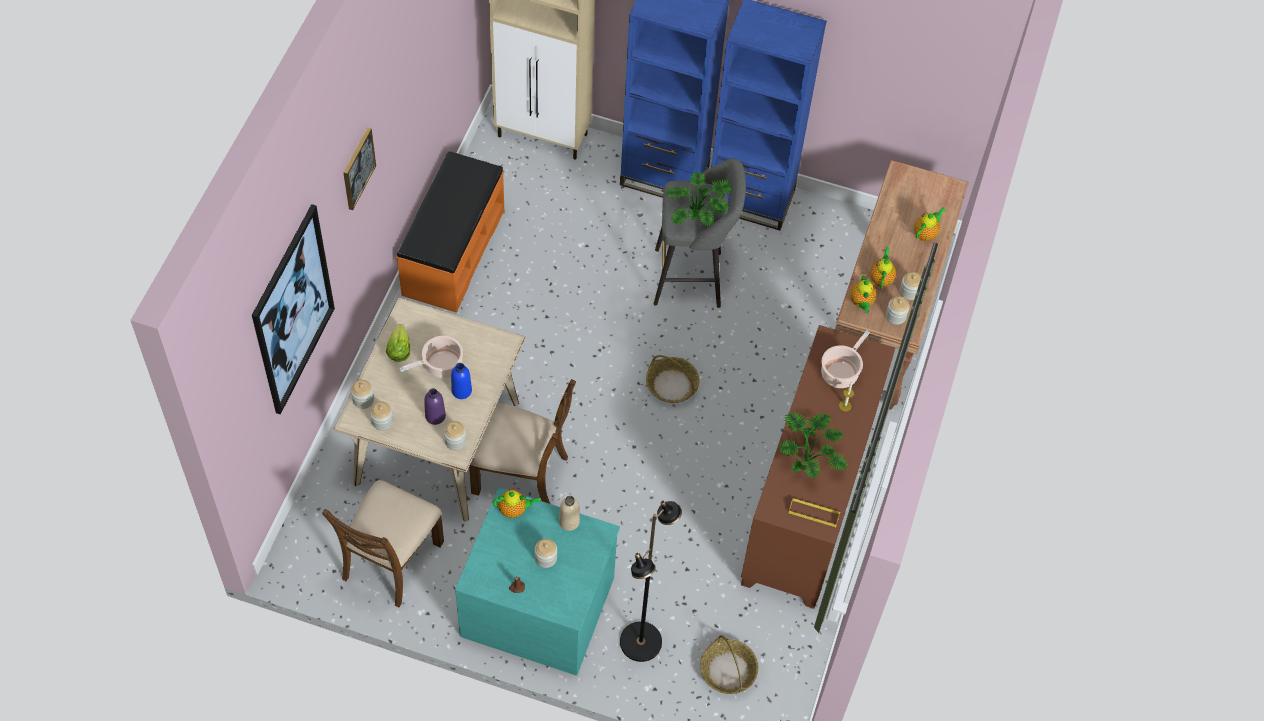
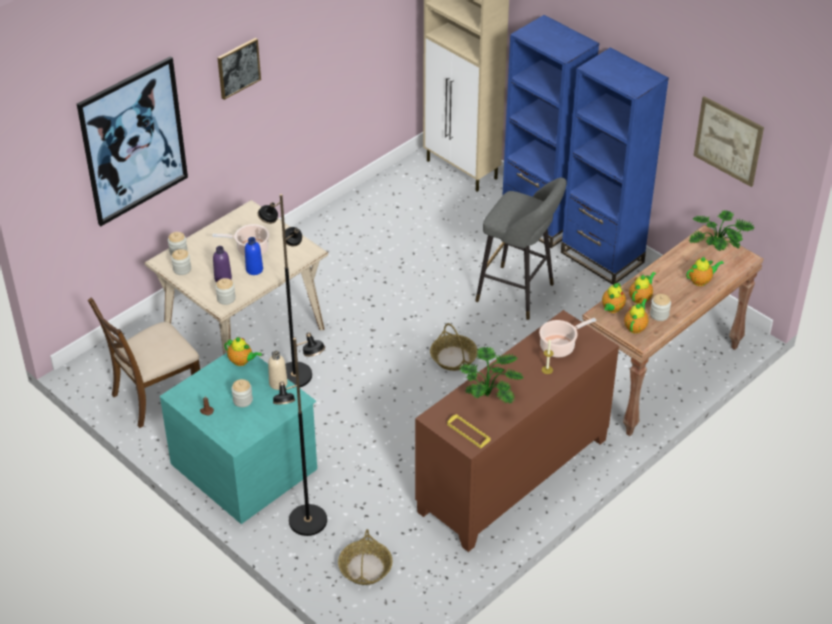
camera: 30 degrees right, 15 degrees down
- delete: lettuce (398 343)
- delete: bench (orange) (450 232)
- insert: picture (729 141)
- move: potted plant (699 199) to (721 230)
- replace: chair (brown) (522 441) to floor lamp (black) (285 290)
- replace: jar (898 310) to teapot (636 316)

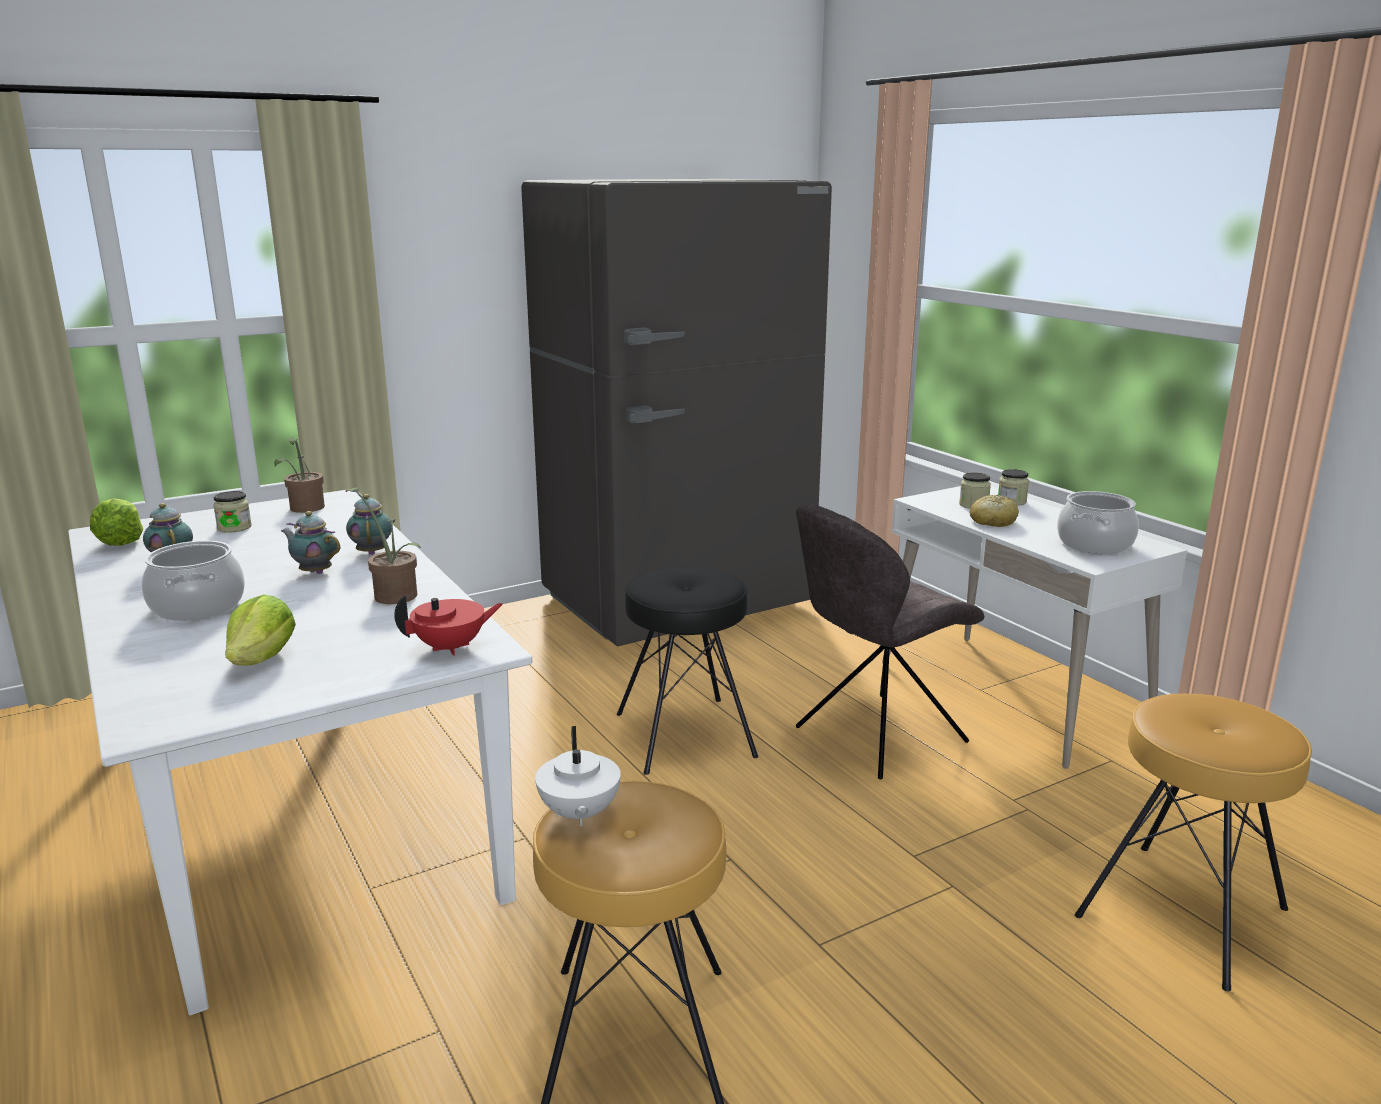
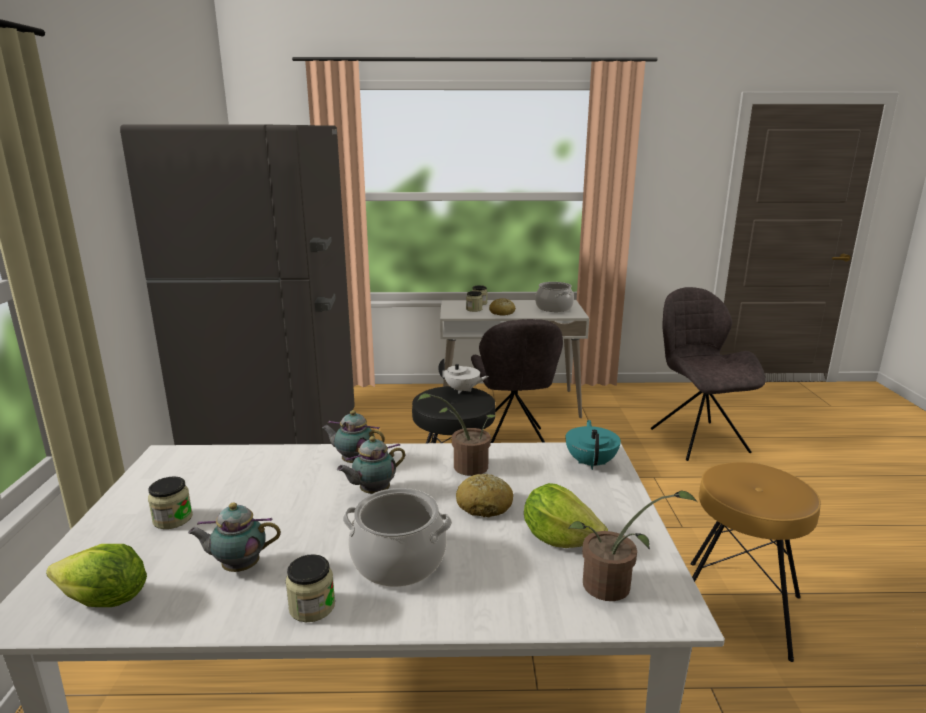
camera: 60 degrees left, 0 degrees up
- insert: jar (310 588)
- insert: bread (484 495)
- move: potted plant (300 475) to (632 546)
- move: teapot (white) (578 776) to (463 376)
- replace: stool (brown) (1193 842) to chair (grey) (708 374)
- recolor: teapot (red) (448 625) to teapot (turquoise) (593 445)

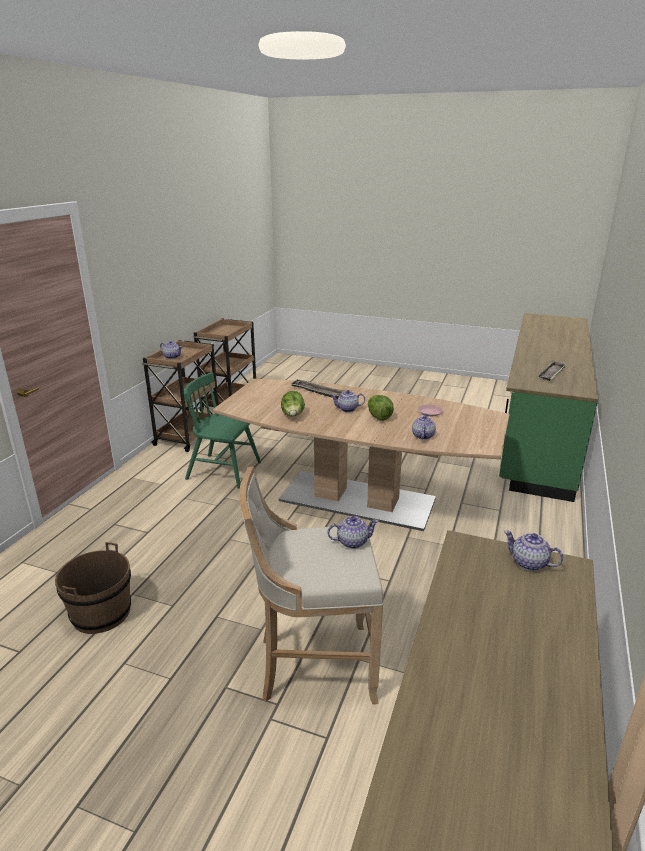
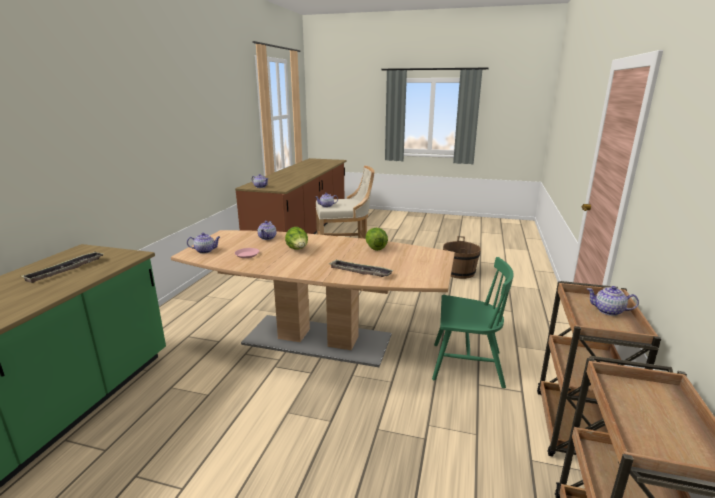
camera: 175 degrees right, 5 degrees down
- move: teapot (348 401) to (203 243)

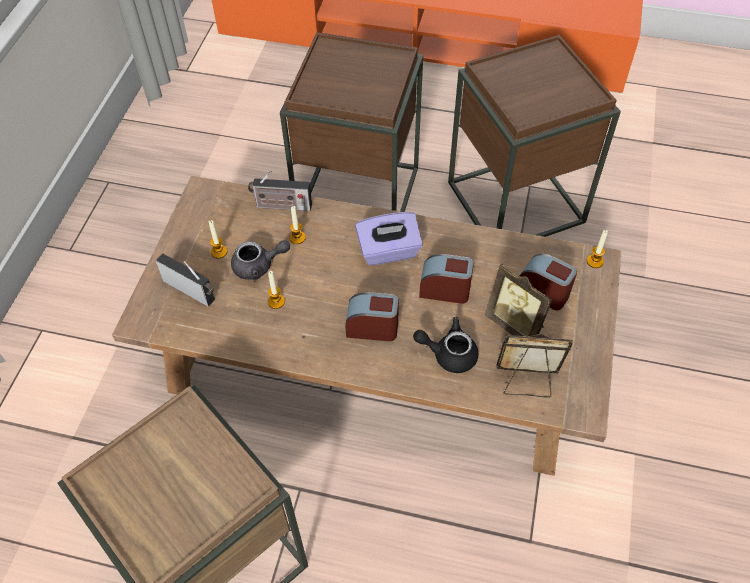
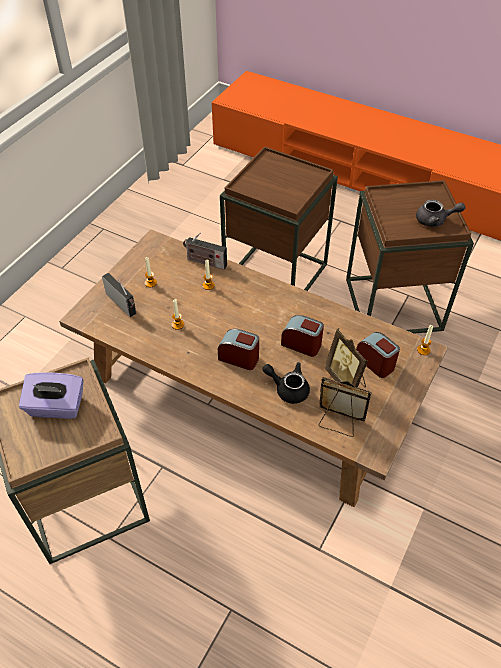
camera: 15 degrees right, 5 degrees down
- move: teapot (grey) (260 260) to (441 213)
- move: tissue box (purple) (389 238) to (51 395)

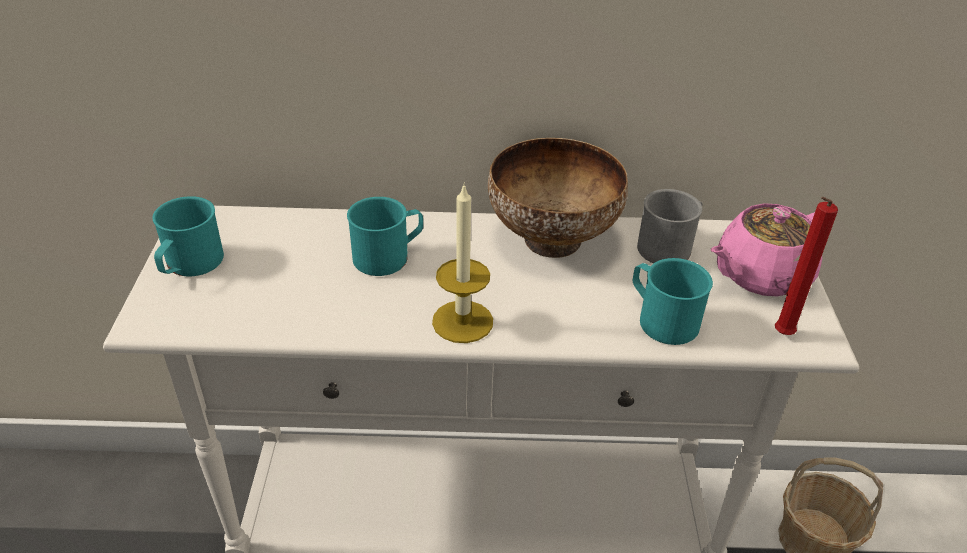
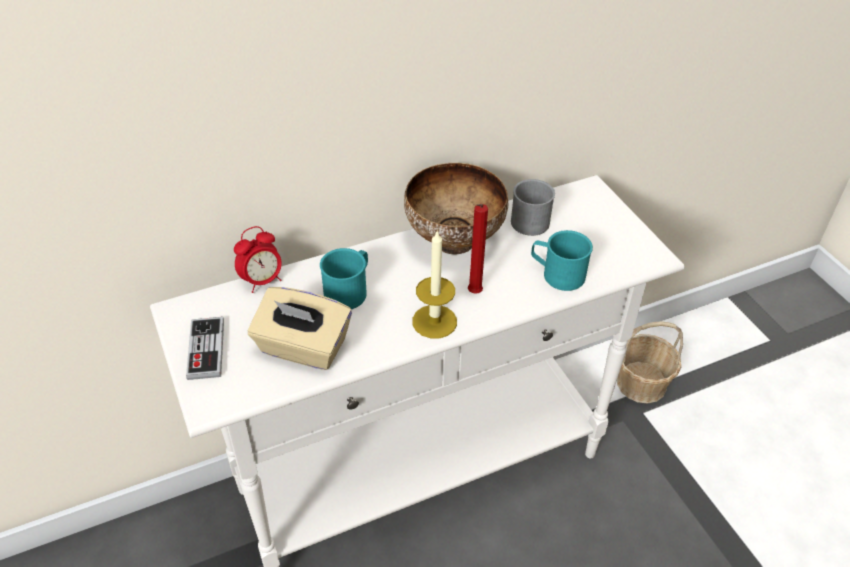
camera: 25 degrees left, 5 degrees up
- delete: teapot (pink) (766 249)
- insert: alarm clock (258 259)
- insert: tissue box (beige) (300 328)
- move: candle (red) (806 266) to (478 249)
- replace: mug (turquoise) (188 236) to game controller (205 348)

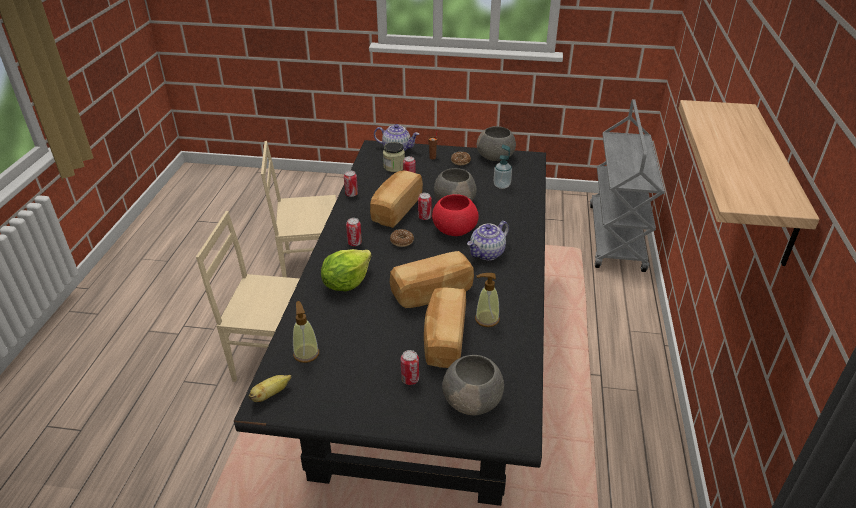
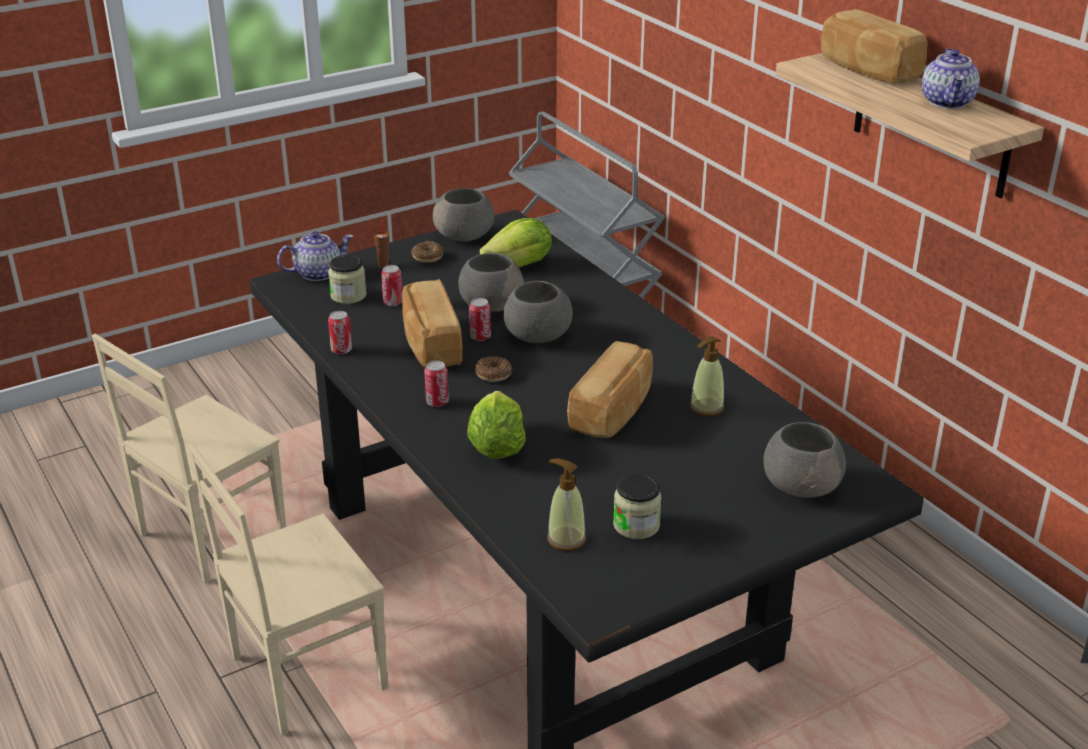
camera: 40 degrees left, 5 degrees down
- delete: banana (270 388)
- delete: can (410 367)
- insert: jar (637 506)
- move: bread (445 328) to (874 46)
- move: teapot (488 240) to (951 78)
- replace: soap dispenser (503 166) to lettuce (516 242)
- recolor: bowl (red) (455 215) to bowl (grey) (538 312)

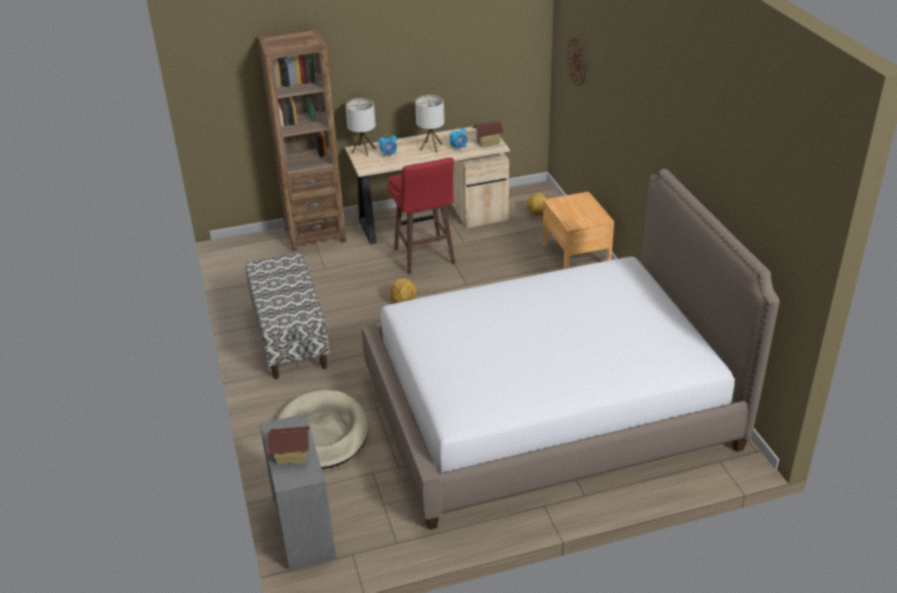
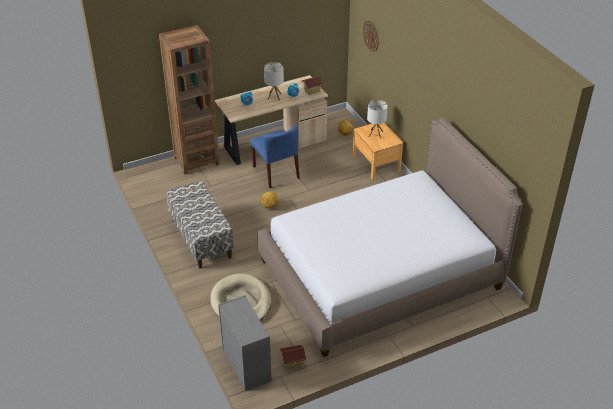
camera: 10 degrees left, 5 degrees up
- move: toy house (289 445) to (293 357)
- move: table lamp (360 127) to (377 119)
- replace: stool (red) (421 216) to chair (blue) (275 156)

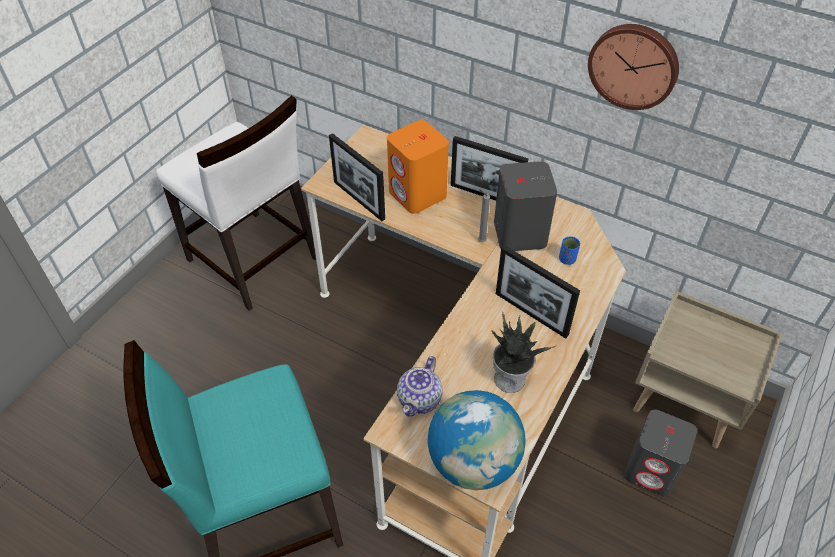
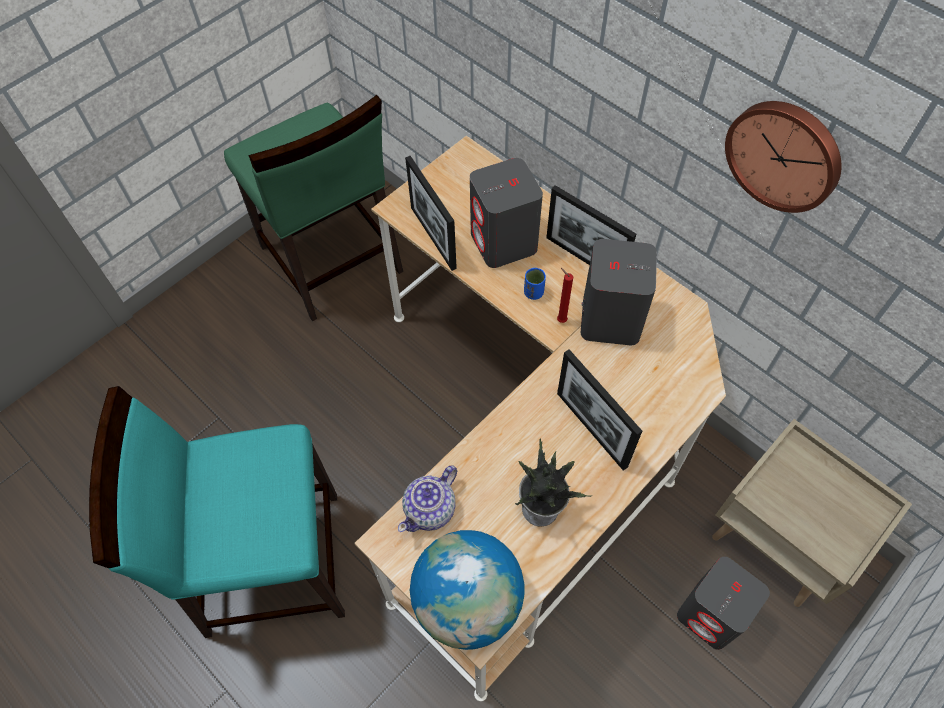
camera: 15 degrees right, 10 degrees up
- move: cup (blue) (569 250) to (535 284)
- recolor: chair (white) (236 203) to chair (green) (313 208)
- recolor: speaker (orange) (418 167) to speaker (grey) (506 213)
- recolor: candle (grey) (484 216) to candle (red) (565 295)

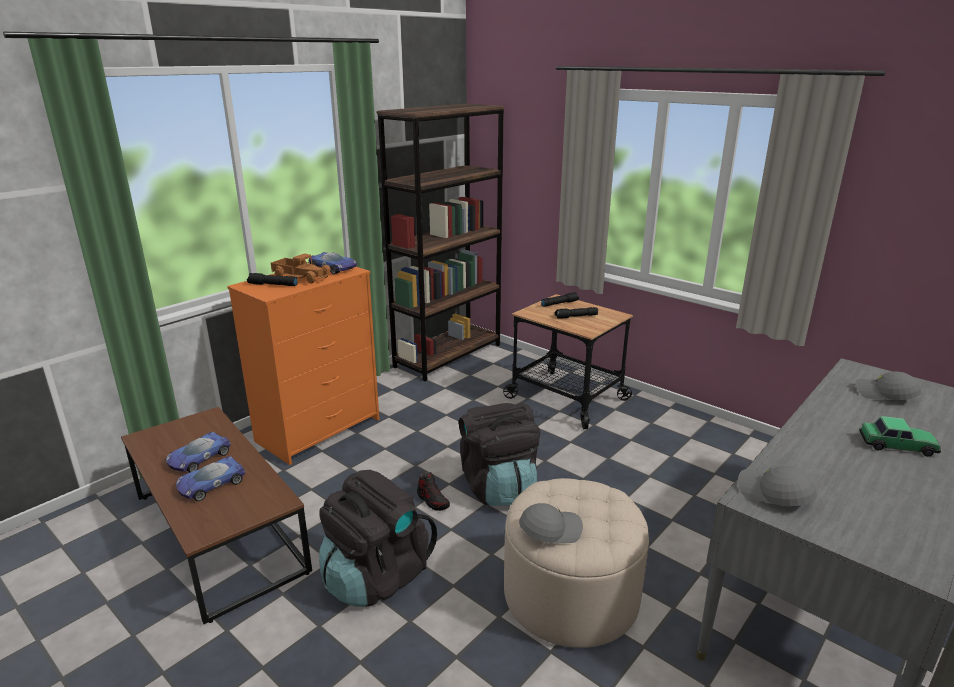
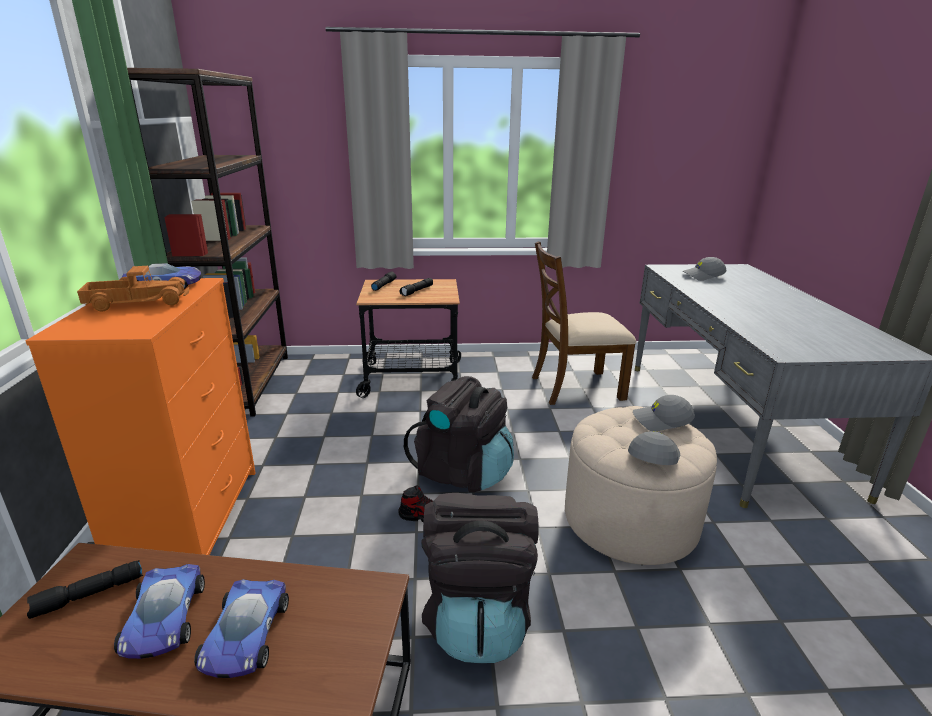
camera: 45 degrees left, 0 degrees up
- delete: toy car (900 436)
- insert: chair (brown) (584 323)
- move: flashlight (black) (272 279) to (85 589)
- move: cap (grey) (777 486) to (664 413)

